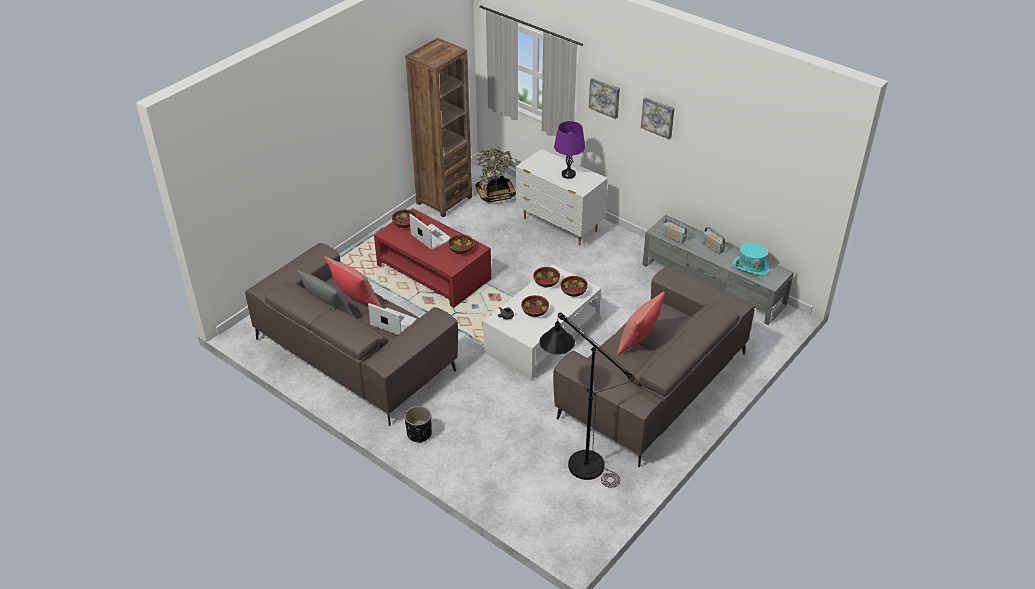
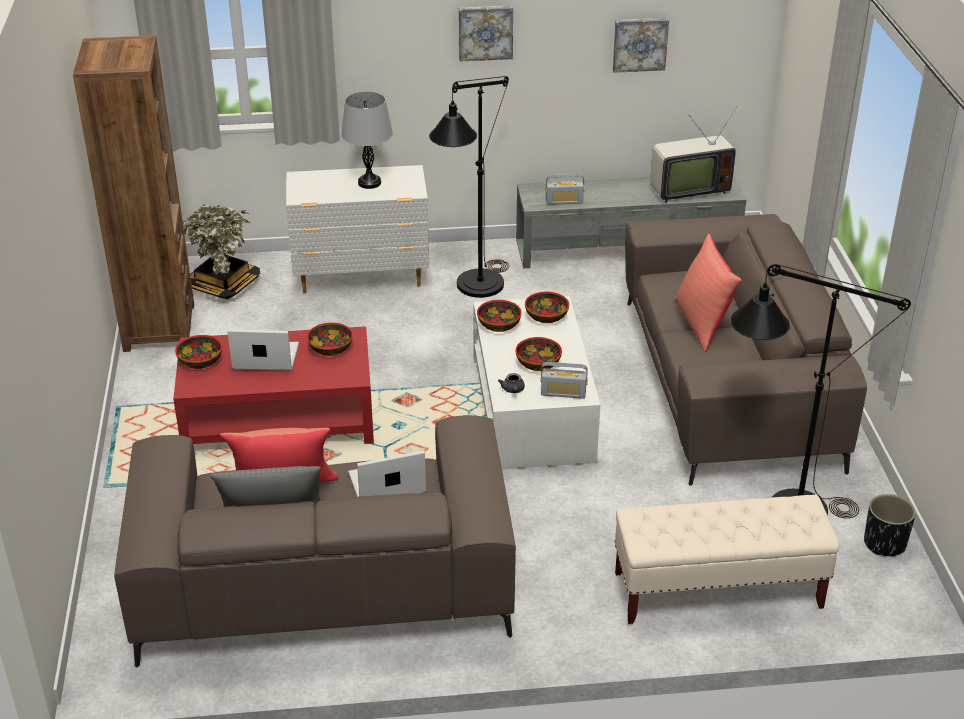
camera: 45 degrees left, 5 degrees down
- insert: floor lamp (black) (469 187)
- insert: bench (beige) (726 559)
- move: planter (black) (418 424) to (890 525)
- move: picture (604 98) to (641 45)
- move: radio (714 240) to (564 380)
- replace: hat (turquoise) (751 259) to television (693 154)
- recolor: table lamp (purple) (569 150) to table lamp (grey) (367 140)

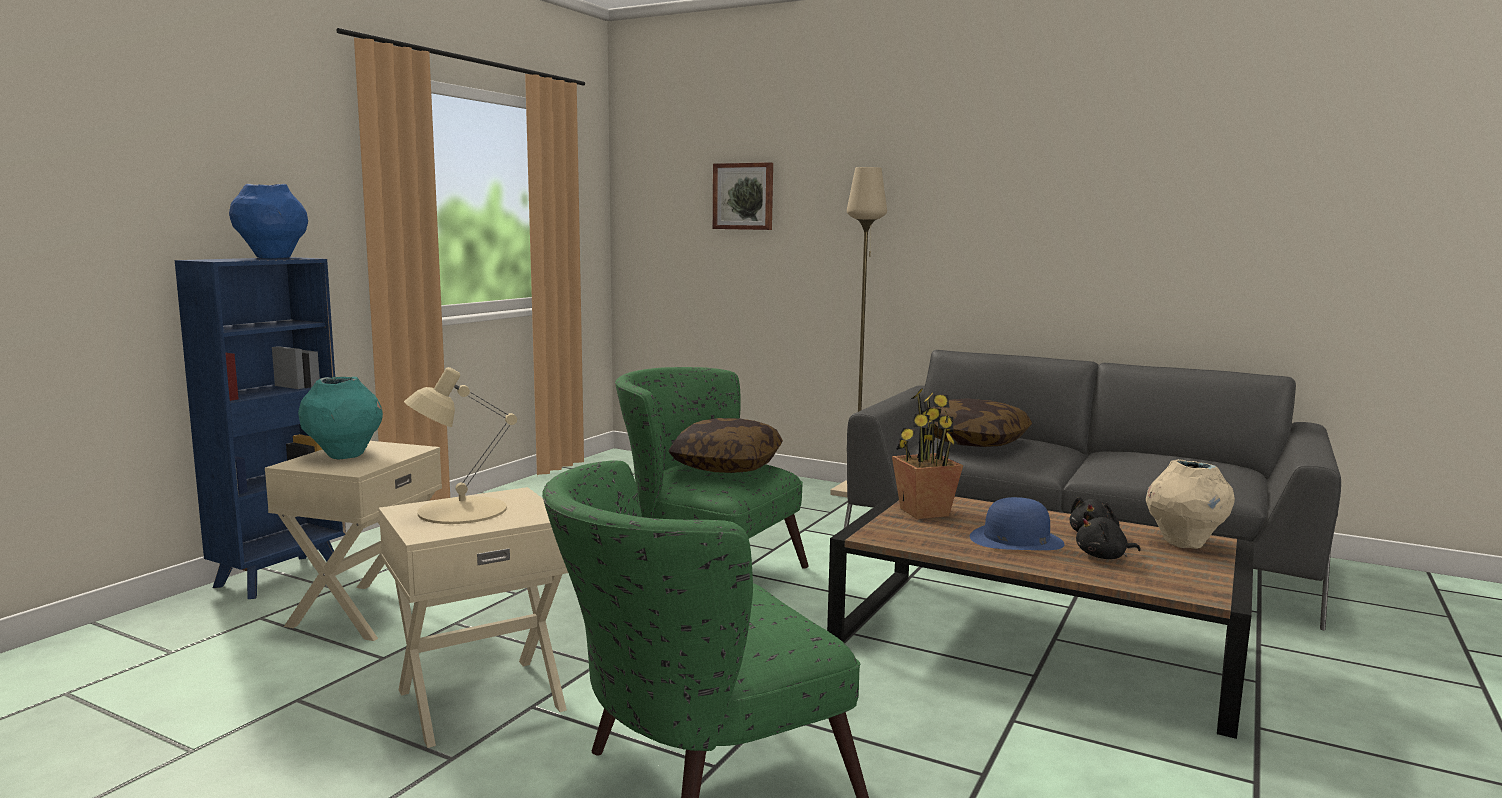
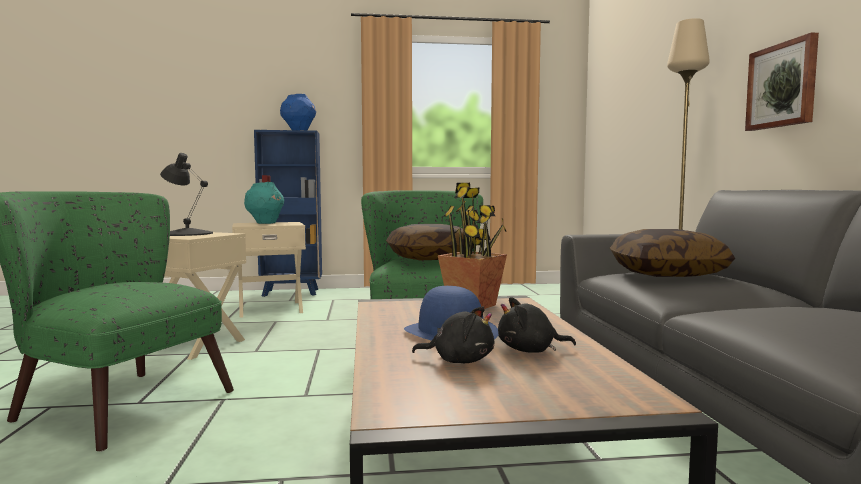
camera: 55 degrees right, 5 degrees down
- delete: vase (beige) (1190 504)
- move: picture (743 196) to (782 82)
- recolor: table lamp (beige) (460 445) to table lamp (black) (186 194)
- rotate: plush toy (black) (1108 535) = (453 334) 150 degrees clockwise

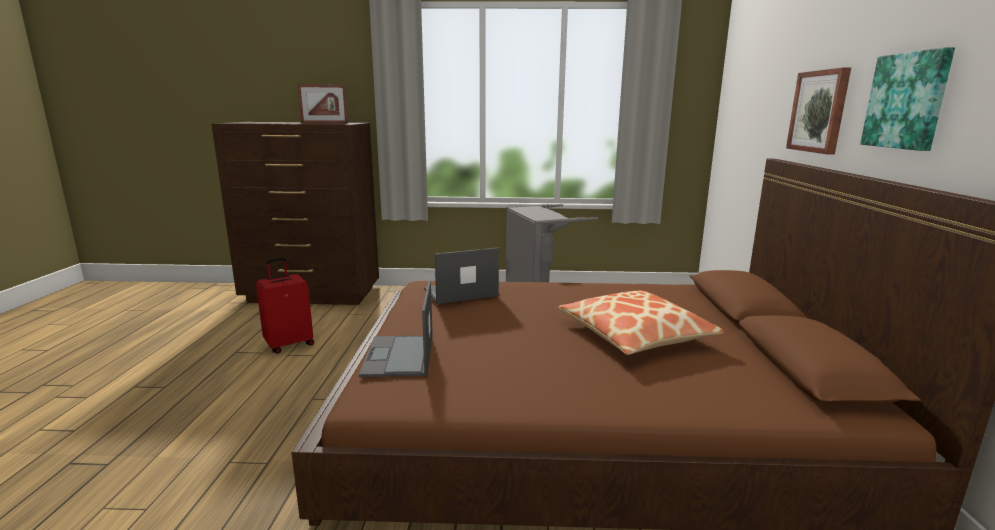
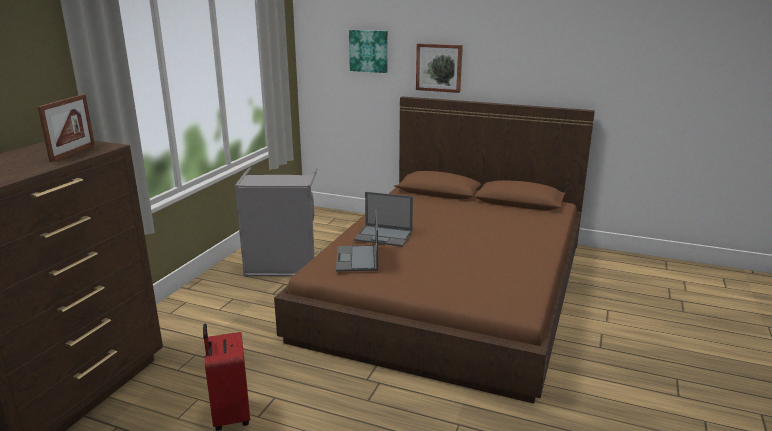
camera: 70 degrees left, 5 degrees up
- delete: pillow (641 323)
- move: laptop (396 329) to (383 219)
- move: picture (907 99) to (368 51)

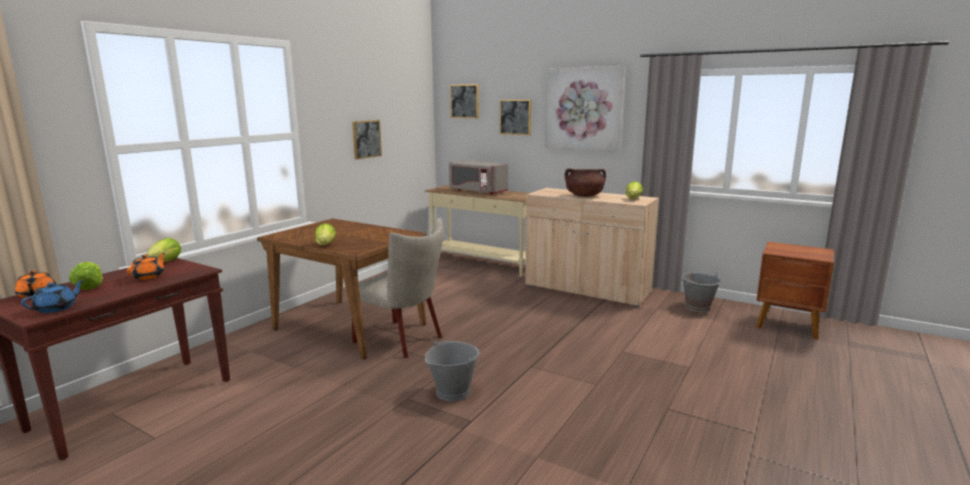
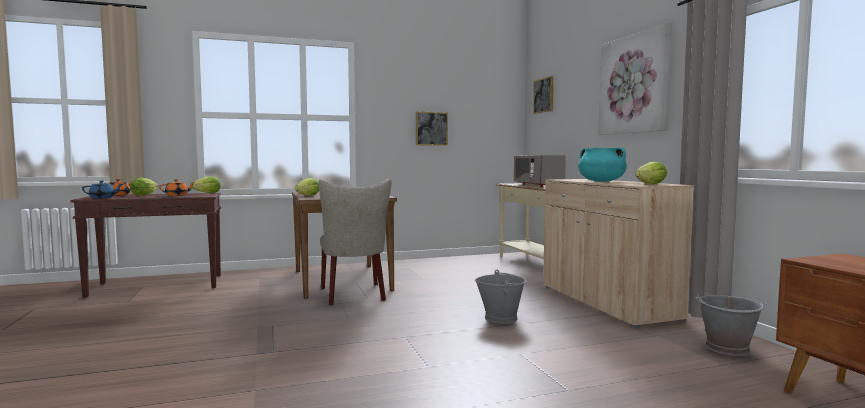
camera: 40 degrees right, 10 degrees down
- delete: picture (515 117)
- move: bucket (grey) (452 371) to (500 297)
- recolor: cooking pot (brown) (585 182) to cooking pot (turquoise) (602 164)

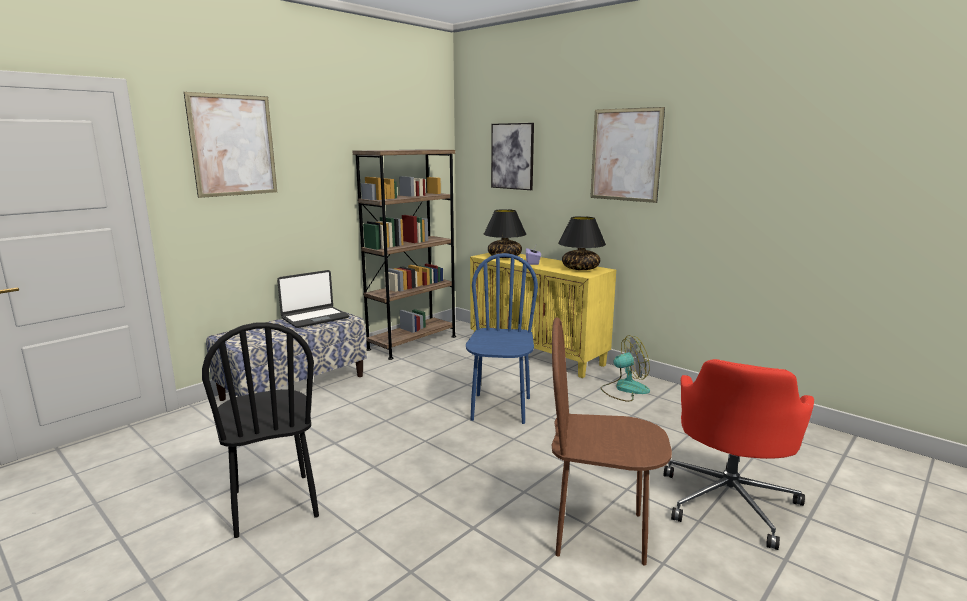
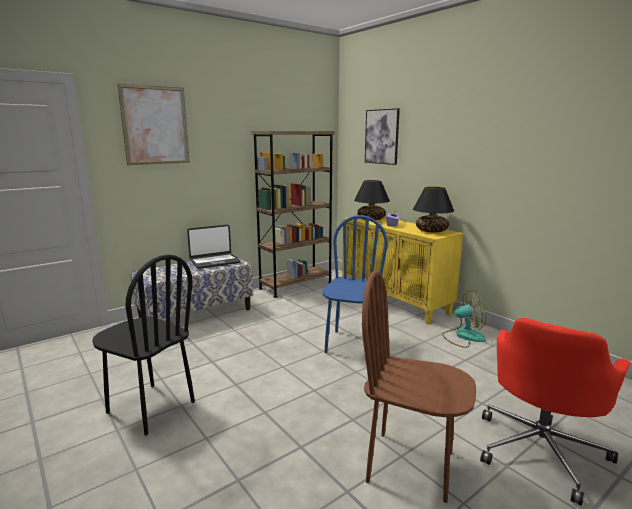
camera: 10 degrees right, 0 degrees up
- delete: picture (627 155)
- rotate: chair (black) (260 430) = (143 345) 45 degrees counterclockwise

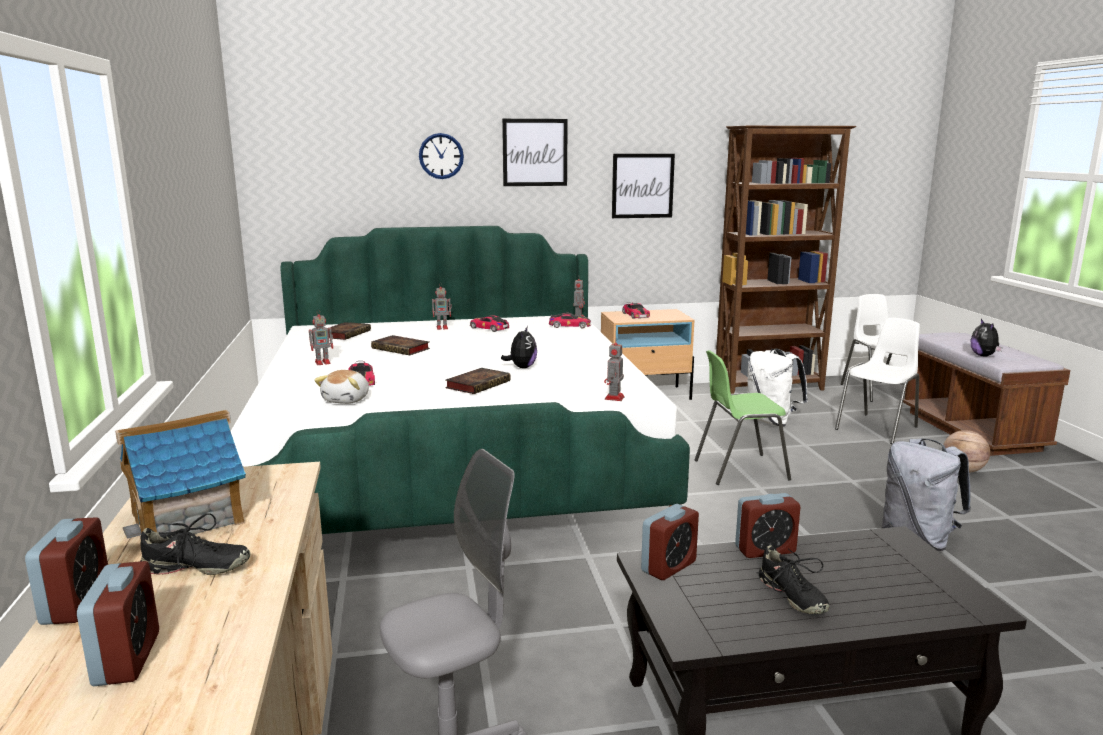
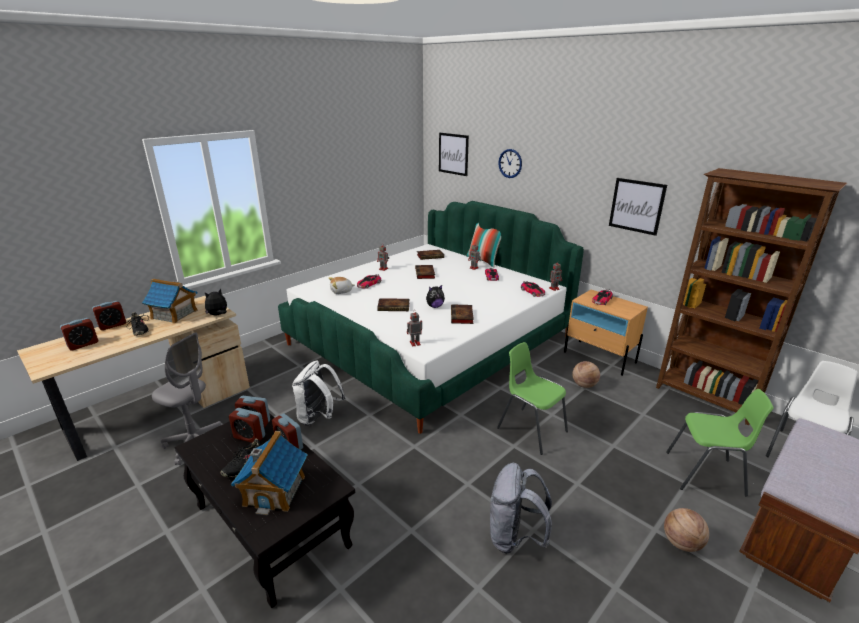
camera: 55 degrees right, 10 degrees up
- insert: alarm clock (247 425)
- insert: toy house (269 473)
- insert: book (462 314)
- insert: pillow (483 245)
- insert: basketball (586 374)
- move: picture (535 152) to (454 154)
- move: backpack (white) (777 387) to (319 393)
- move: plush toy (986 338) to (216 302)
- recolor: chair (white) (877 381) to chair (green) (720 443)

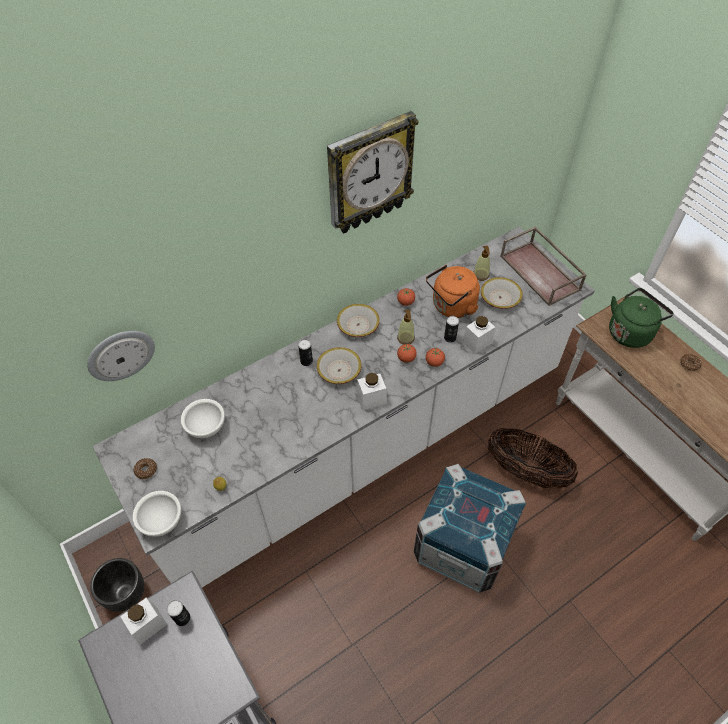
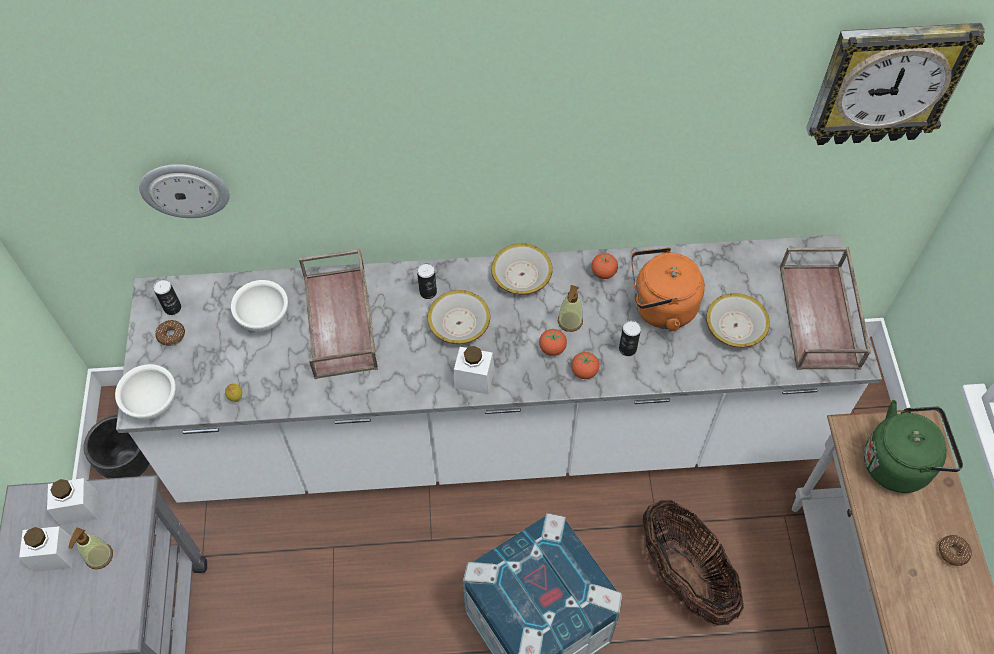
camera: 30 degrees right, 5 degrees up
- insert: tray (brown) (338 314)
- move: can (178 613) to (167 297)
- move: wall clock (372 172) to (895 84)
- move: jar (white) (478 335) to (46 549)
- move: soap dispenser (481 263) to (90 548)

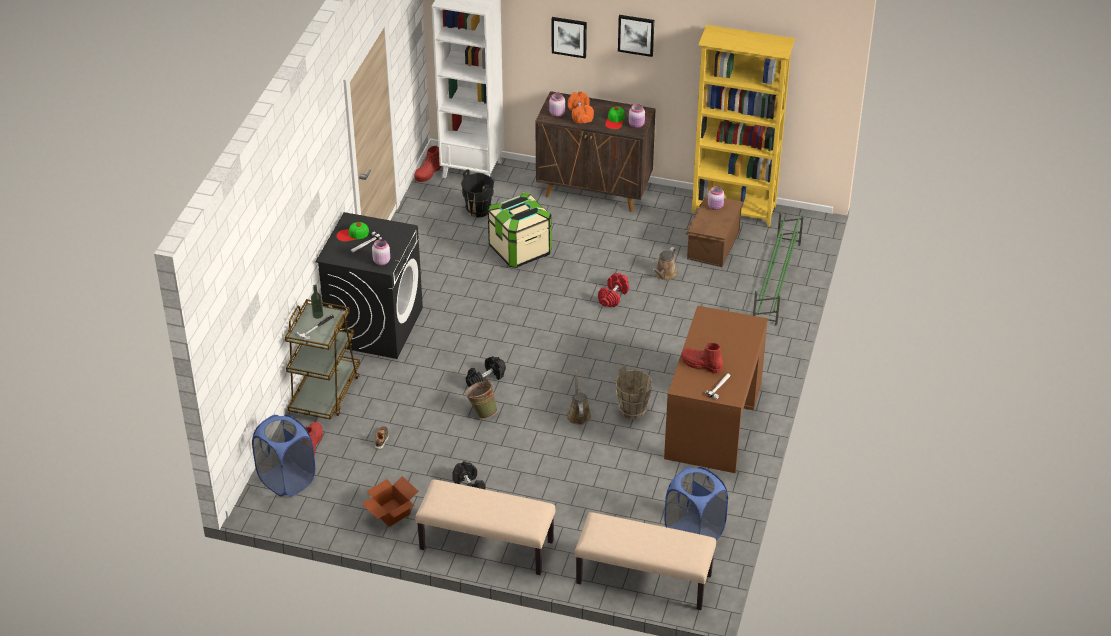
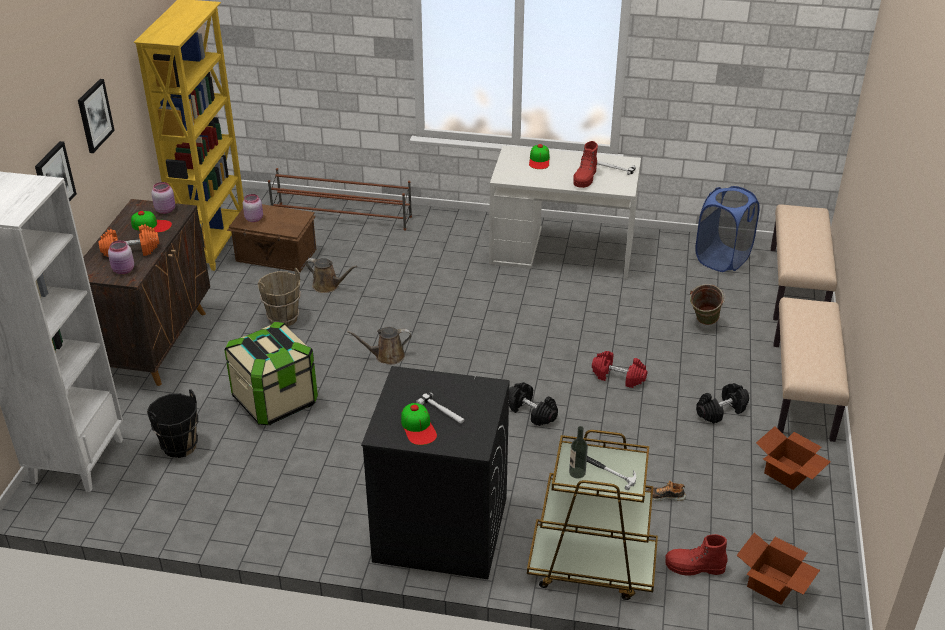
camera: 95 degrees left, 5 degrees down
- delete: jar (pink) (381 252)
- delete: boot (red) (427 164)
- insert: cap (539 156)
- move: bucket (green) (481 399) to (707 304)
- move: watering can (brown) (579 397) to (379 346)
- move: dumbbell (red) (613 290) to (619 369)
- move: bucket (brown) (634 392) to (279 297)
- replace: laundry basket (blue) (283 456) to cardboard box (778 569)
- recolor: desk (brown) (716 389) to desk (white) (565 212)
- recolor: shoe rack (green) (778 269) to shoe rack (brown) (340 199)

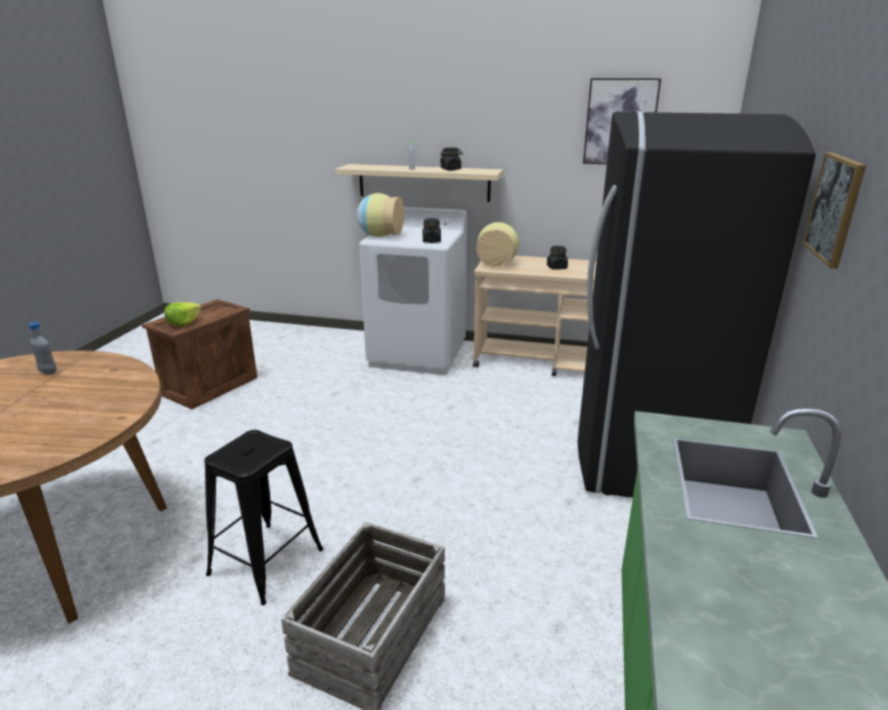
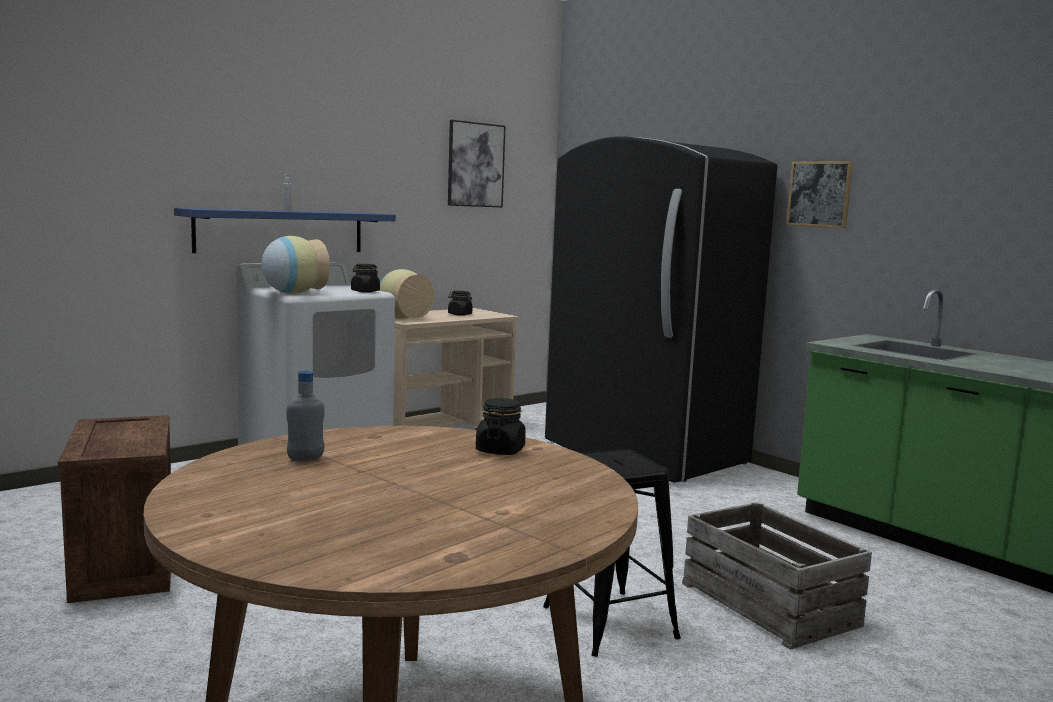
camera: 55 degrees left, 15 degrees down
- delete: lettuce (182 314)
- move: jar (black) (451 158) to (501 426)
- recolor: shelf (beige) (419 183) to shelf (blue) (285 230)

